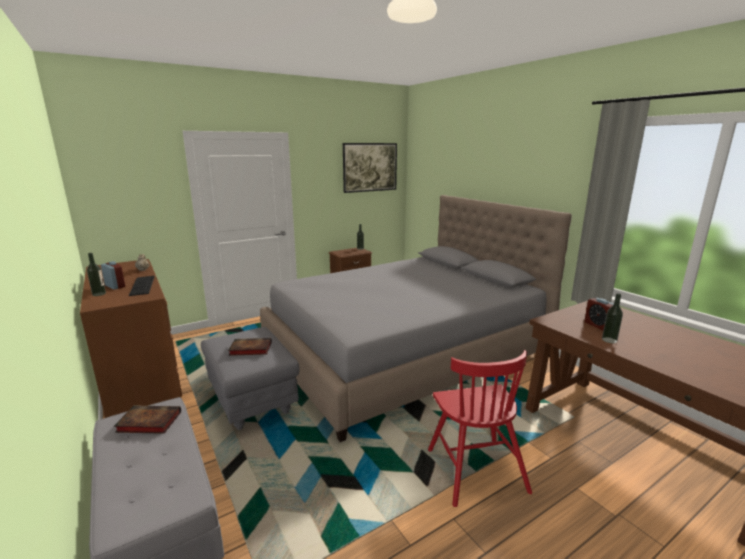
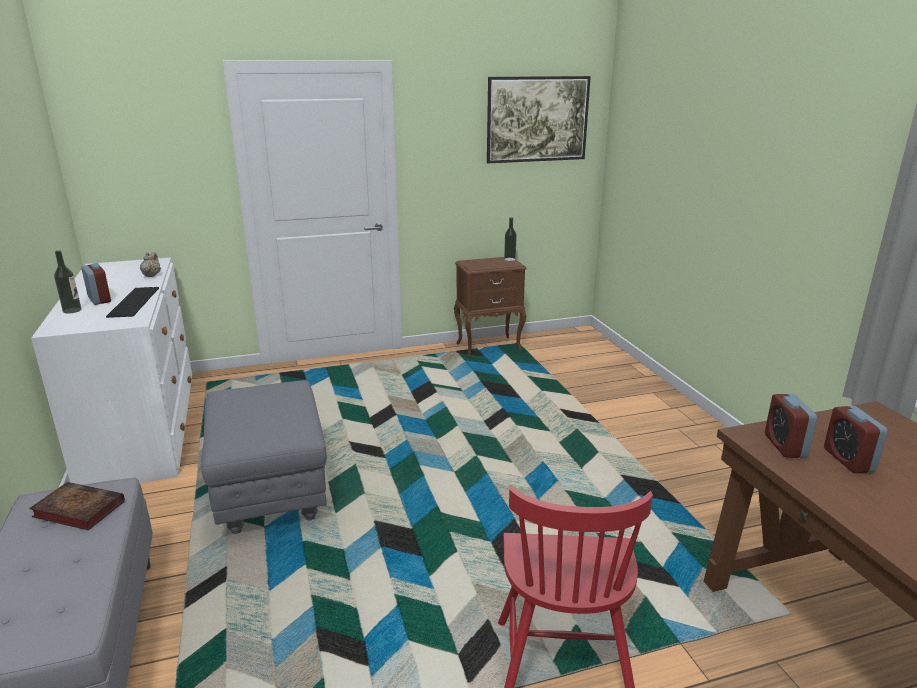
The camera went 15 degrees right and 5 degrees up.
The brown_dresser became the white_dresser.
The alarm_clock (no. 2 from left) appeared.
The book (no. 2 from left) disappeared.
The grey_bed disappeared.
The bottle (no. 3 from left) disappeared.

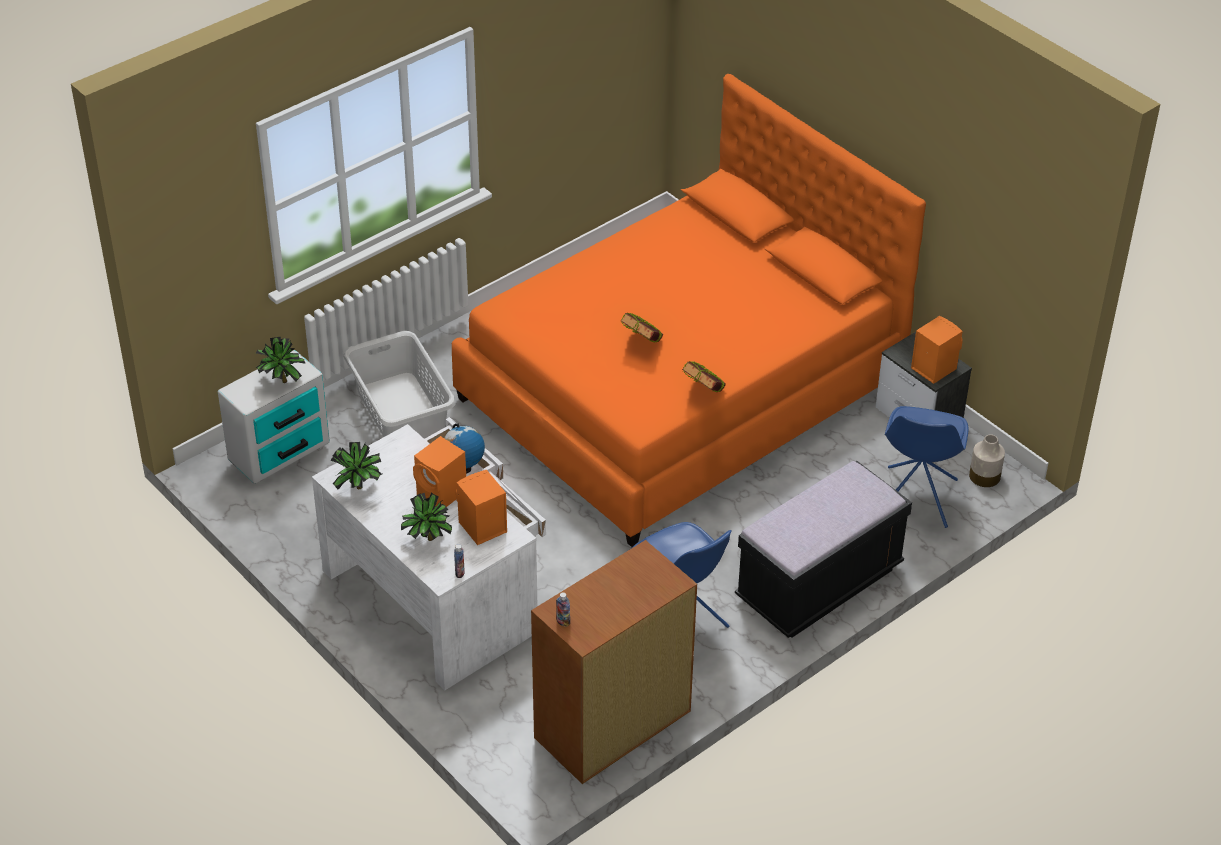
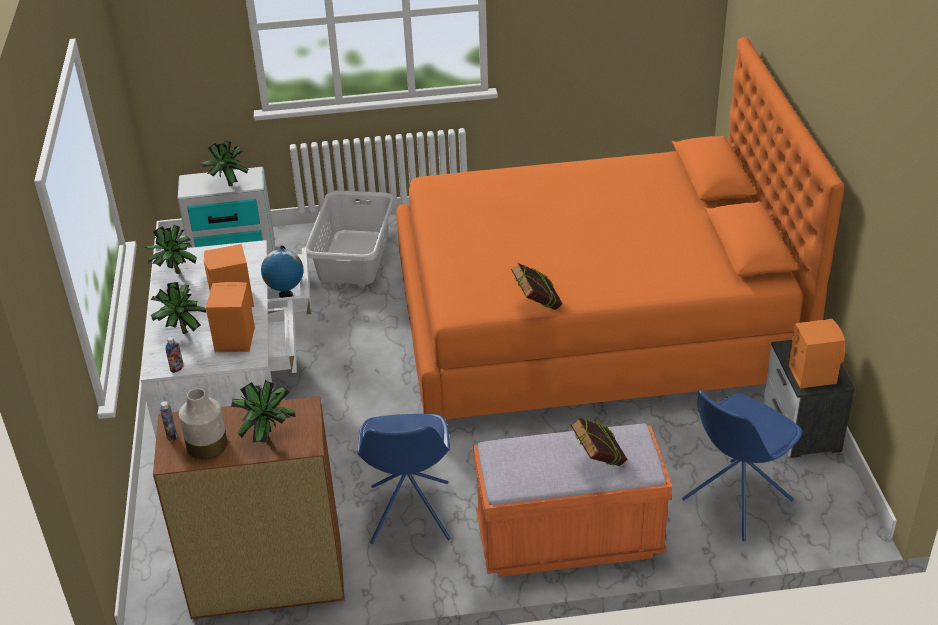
The camera went 35 degrees right and 5 degrees down.
The beige_vase moved.
The potted_plant (no. 4 from left) appeared.
The black_bench became the orange_bench.
The book (no. 1 from left in the first image) moved.

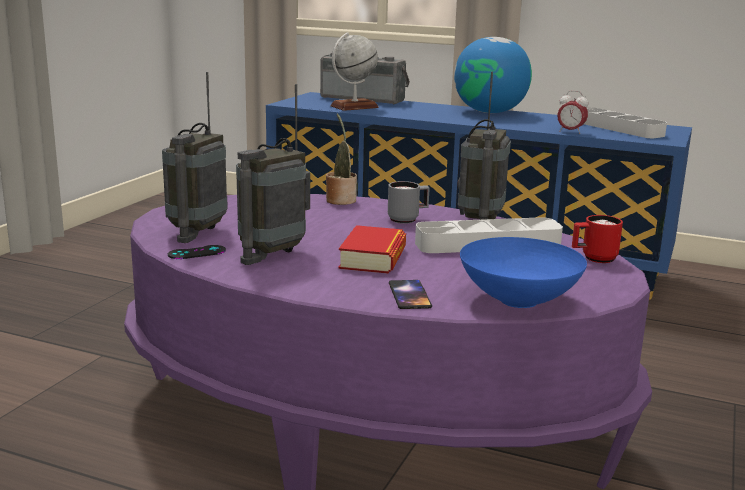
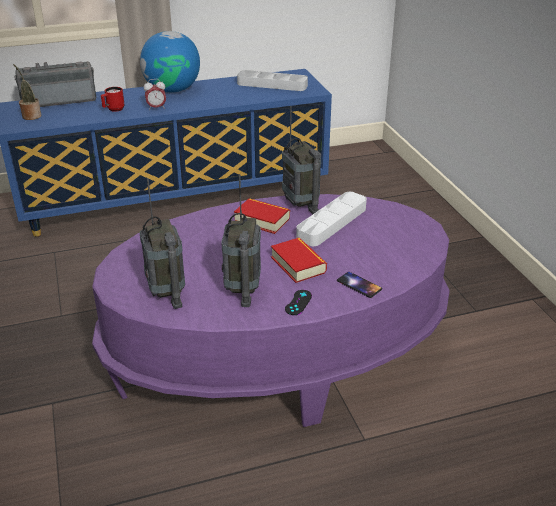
The camera went 40 degrees left and 15 degrees up.
The potted_plant moved.
The red_mug moved.
The alarm_clock moved.
The grey_mug was replaced by the book (no. 1 from left).
The black_game_controller moved.
The globe (no. 1 from left) disappeared.
The blue_bowl disappeared.

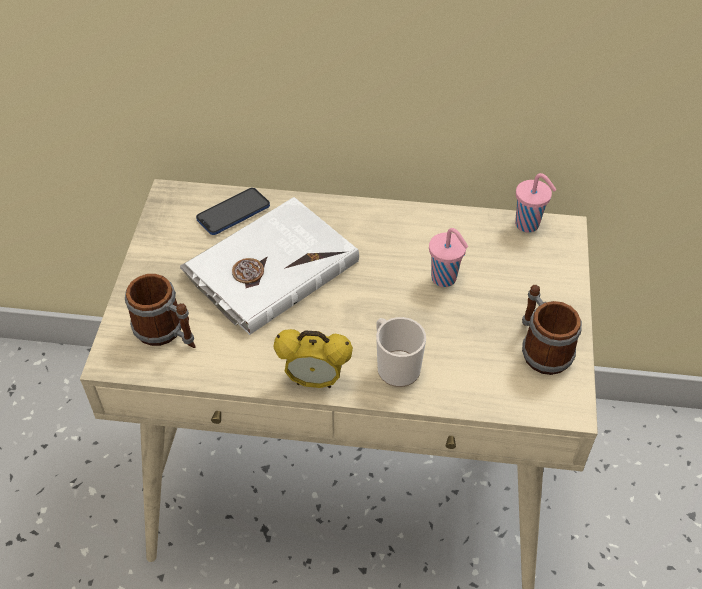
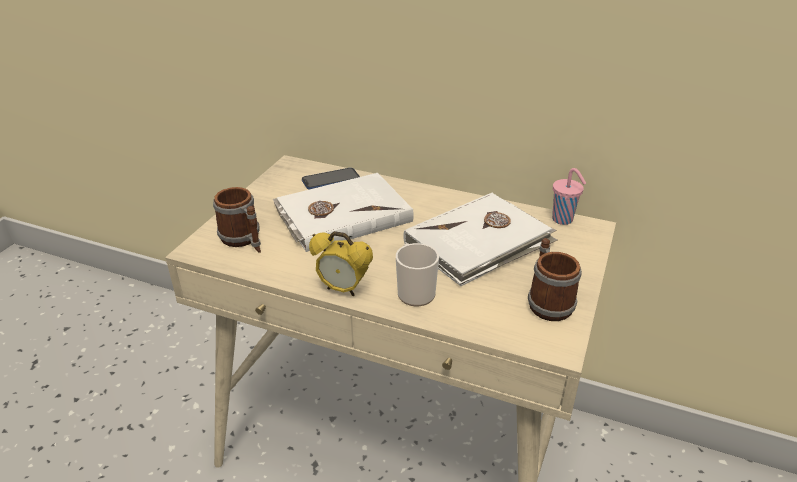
The camera went 15 degrees right and 15 degrees down.
The pink_cup (no. 1 from left) was replaced by the white_book (no. 2 from left).

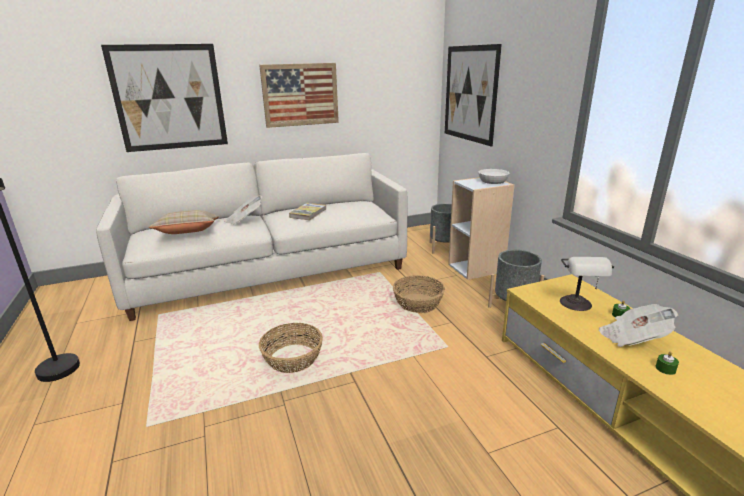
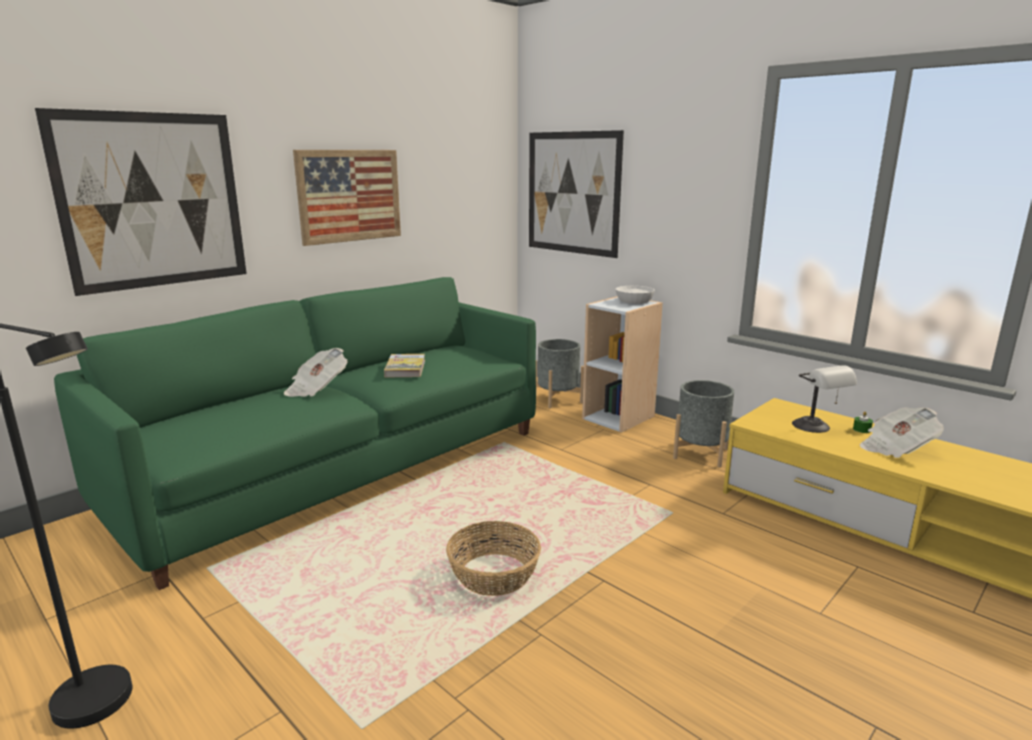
The camera went 25 degrees left and 5 degrees down.
The white_sofa became the green_sofa.
The beige_pillow disappeared.
The basket (no. 2 from left) disappeared.
The green_candle (no. 2 from left) disappeared.

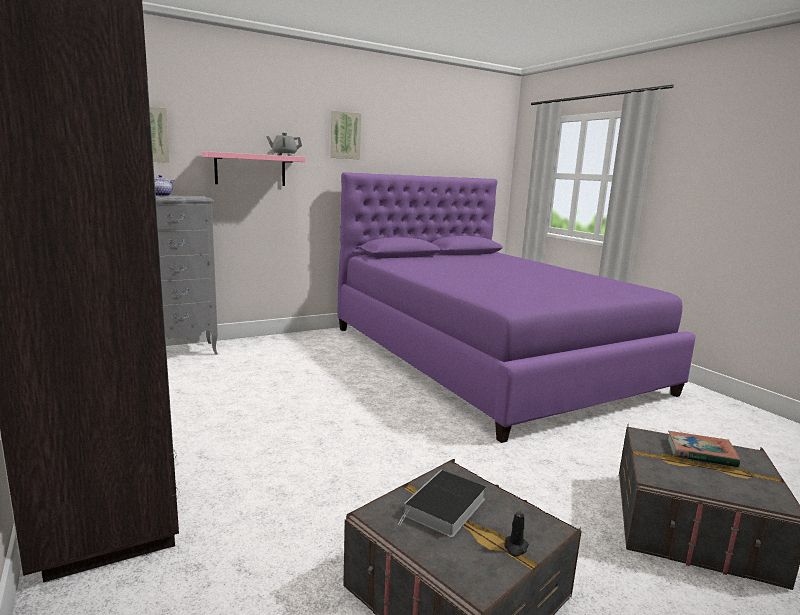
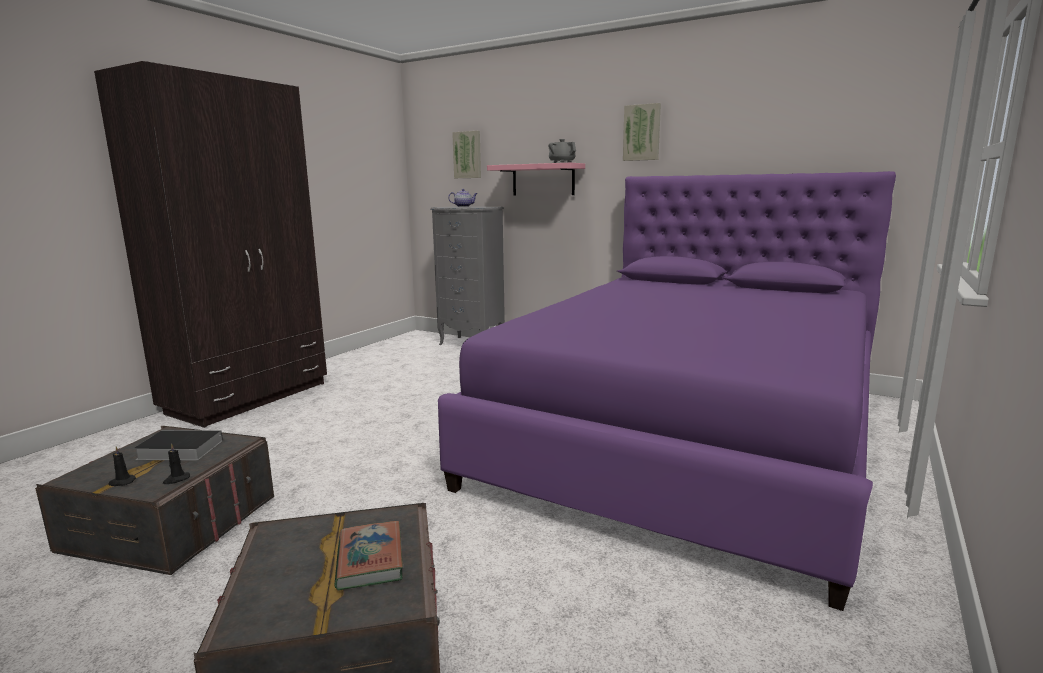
The camera went 60 degrees right and 0 degrees up.
The black_candle (no. 2 from left) appeared.

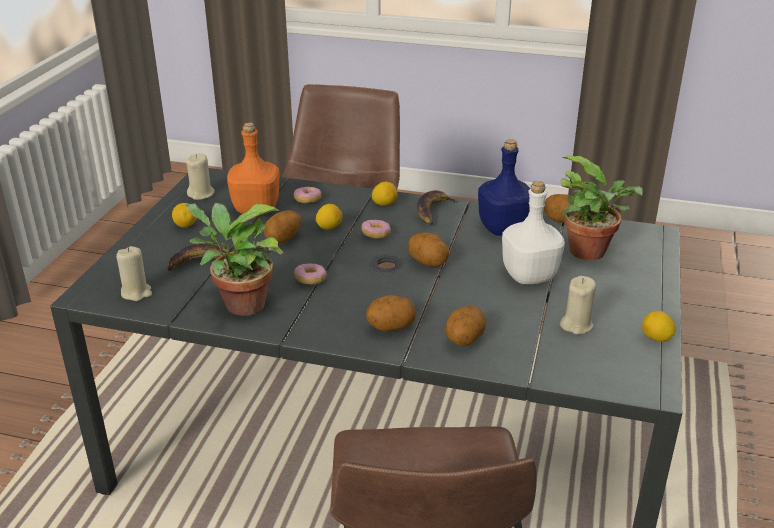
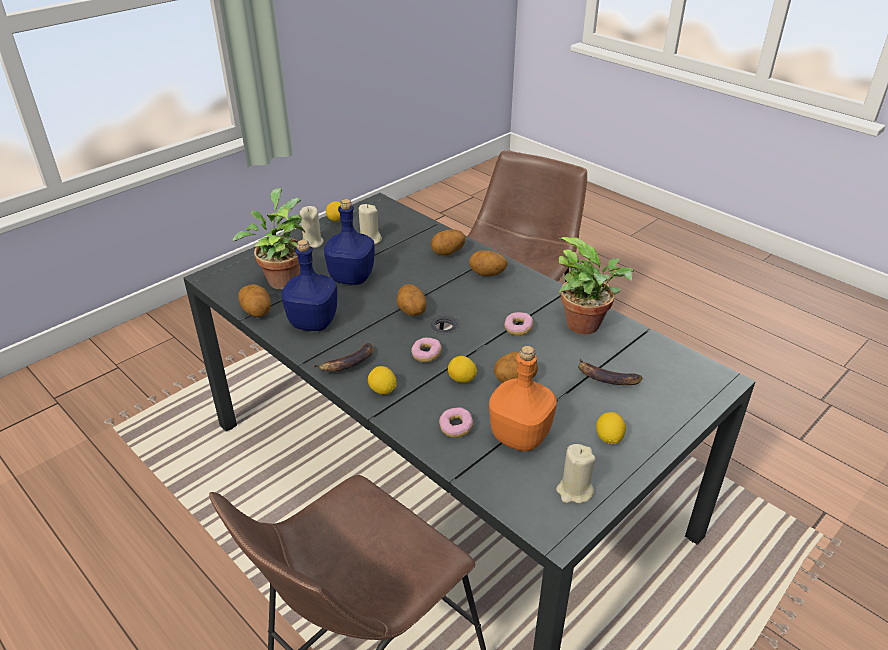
The camera went 150 degrees left and 5 degrees up.
The beige_candle (no. 1 from left) moved.
The white_bottle became the blue_bottle (no. 2 from left).

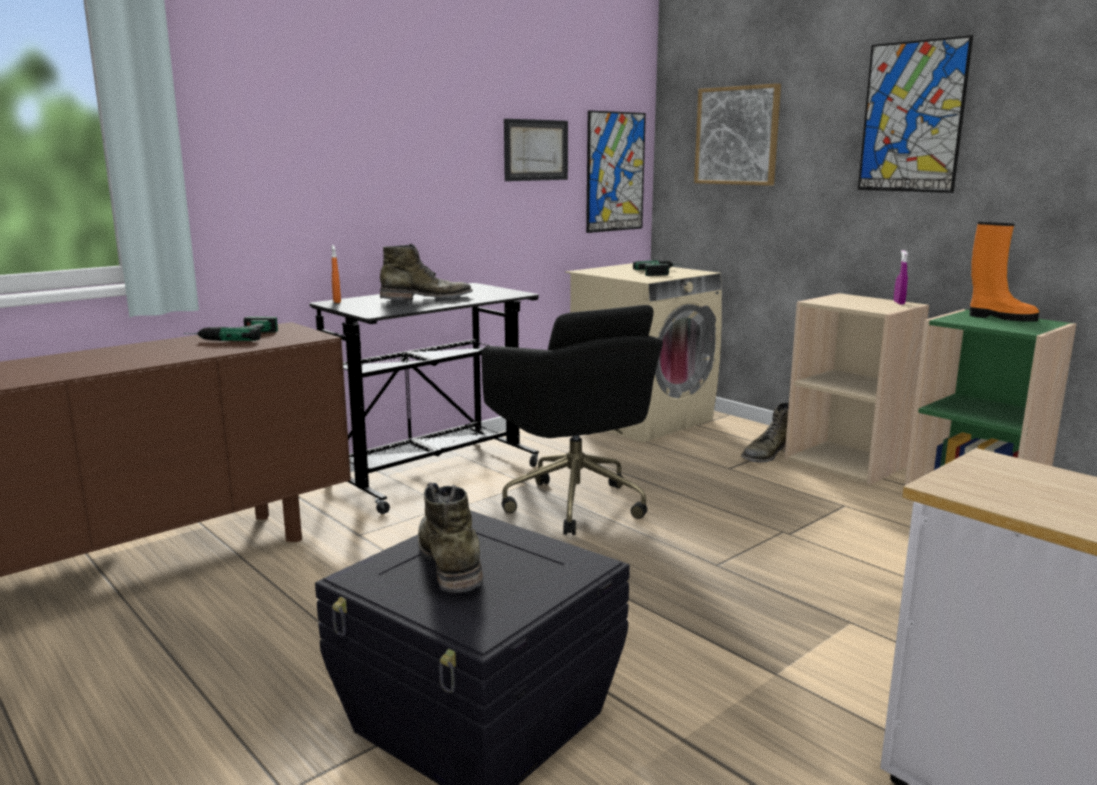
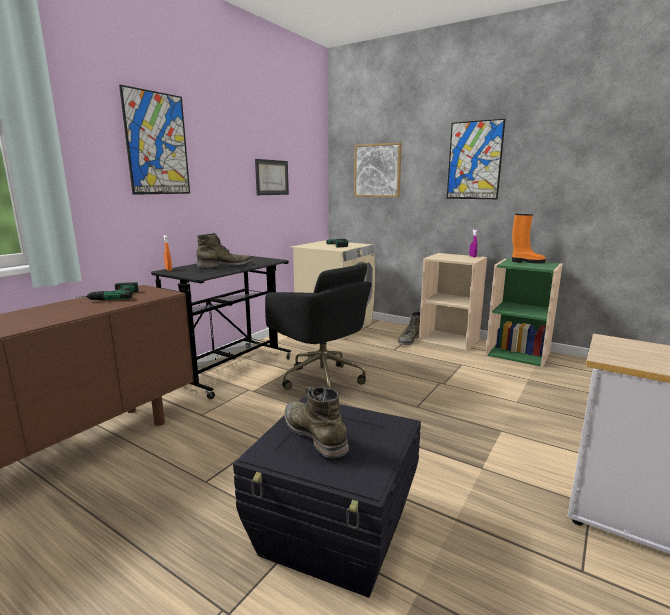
The camera went 15 degrees left and 0 degrees up.
The picture (no. 2 from left in the first image) moved.

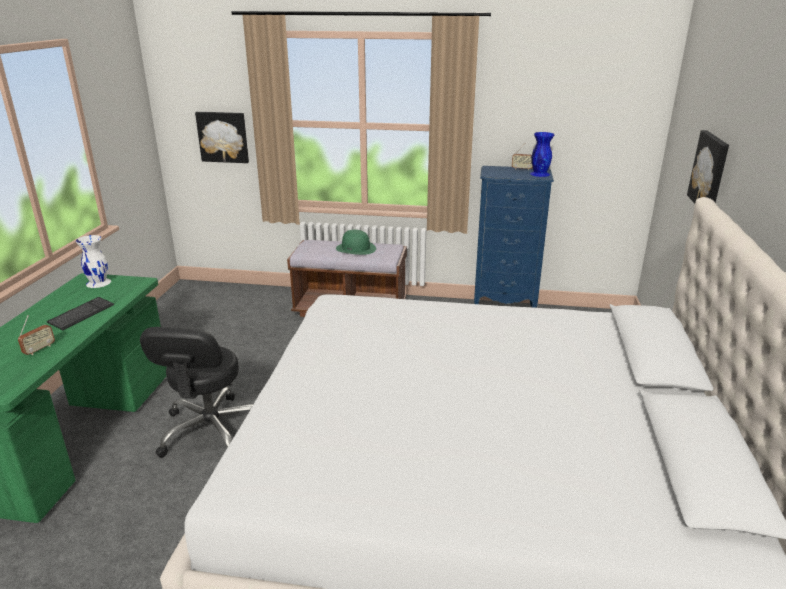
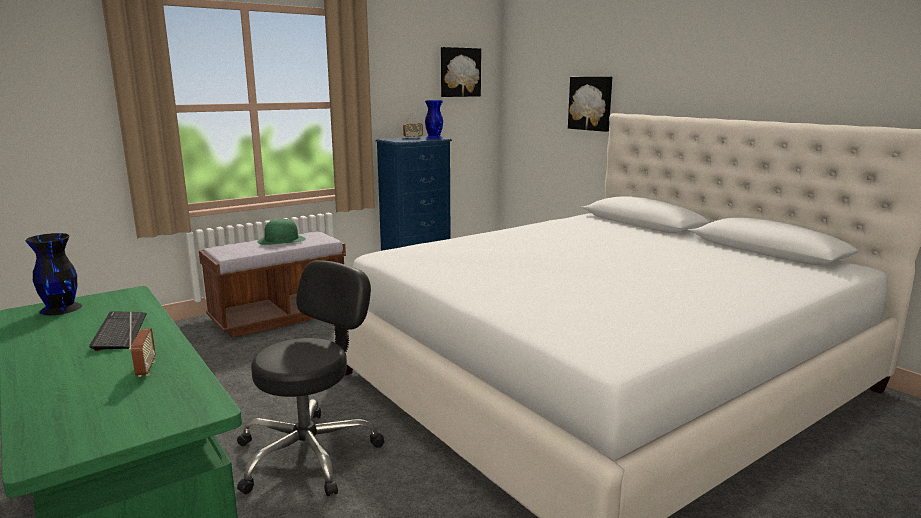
The camera went 45 degrees left and 10 degrees down.
The white_vase became the black_vase.
The black_office_chair turned 105 degrees counterclockwise.
The picture (no. 1 from left) moved.

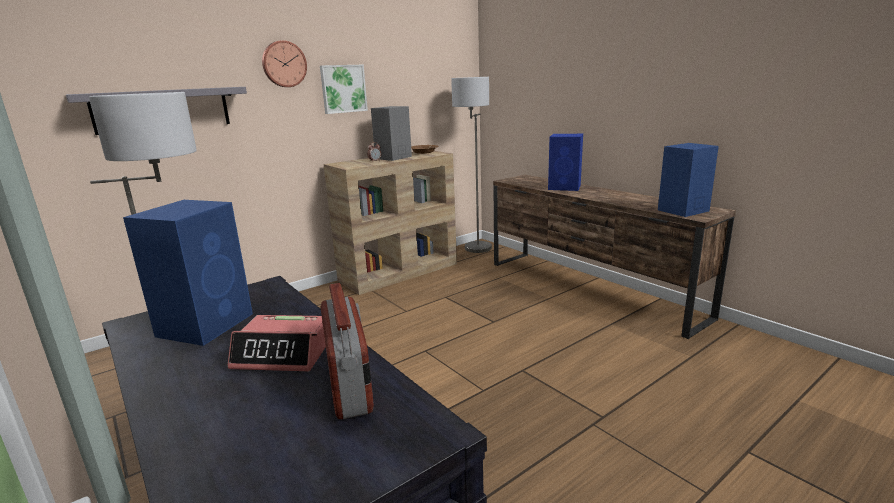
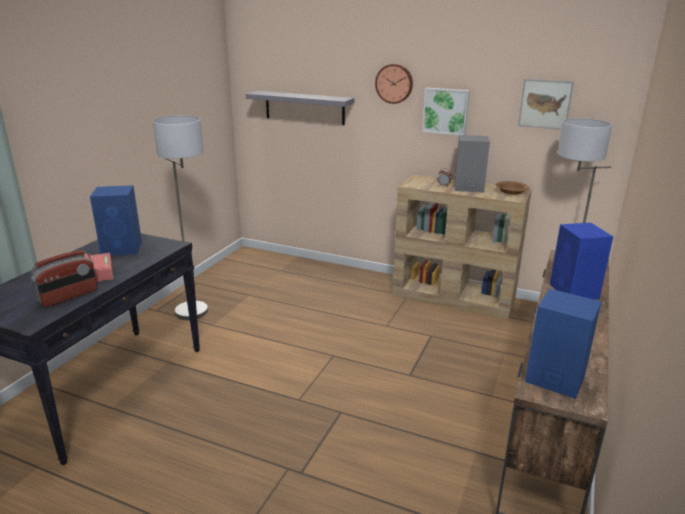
The camera went 60 degrees right and 5 degrees up.
The picture (no. 2 from left) appeared.

